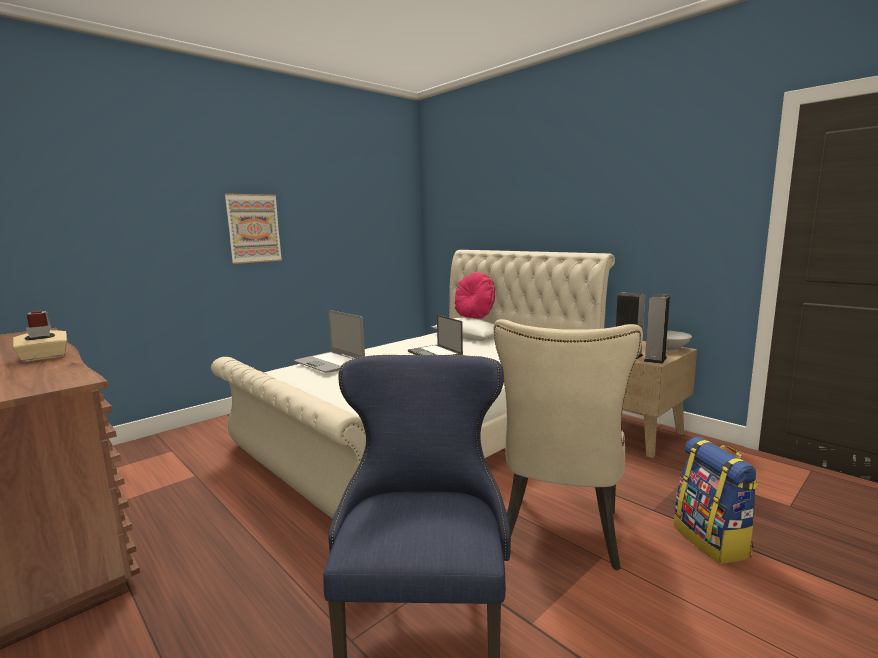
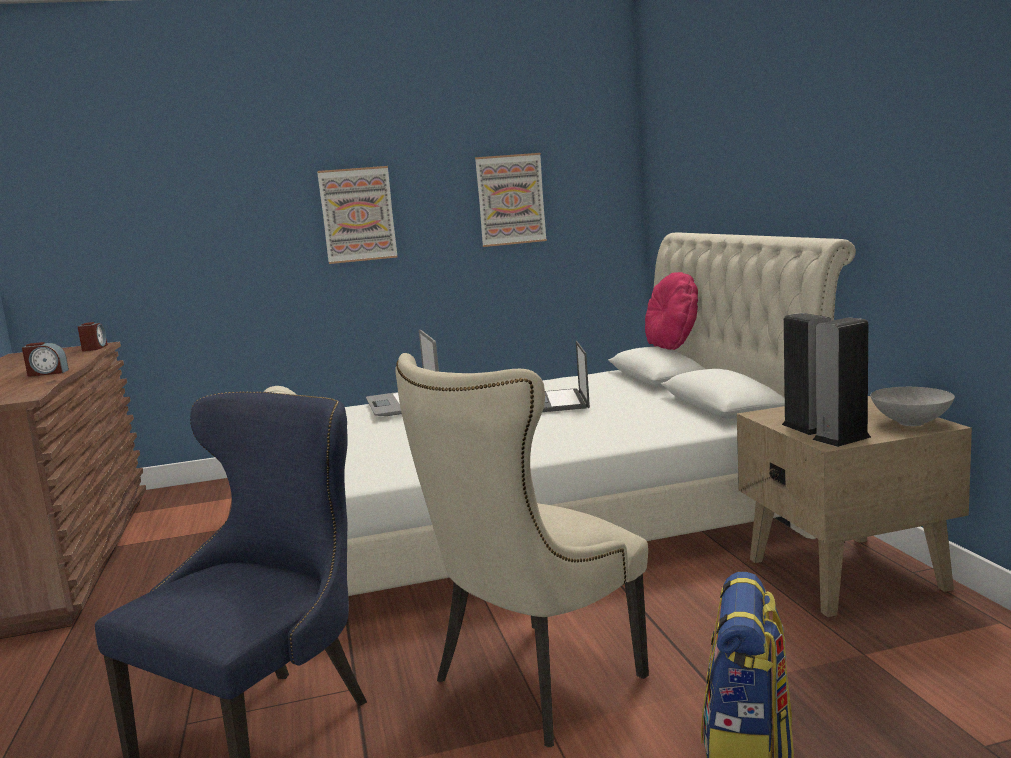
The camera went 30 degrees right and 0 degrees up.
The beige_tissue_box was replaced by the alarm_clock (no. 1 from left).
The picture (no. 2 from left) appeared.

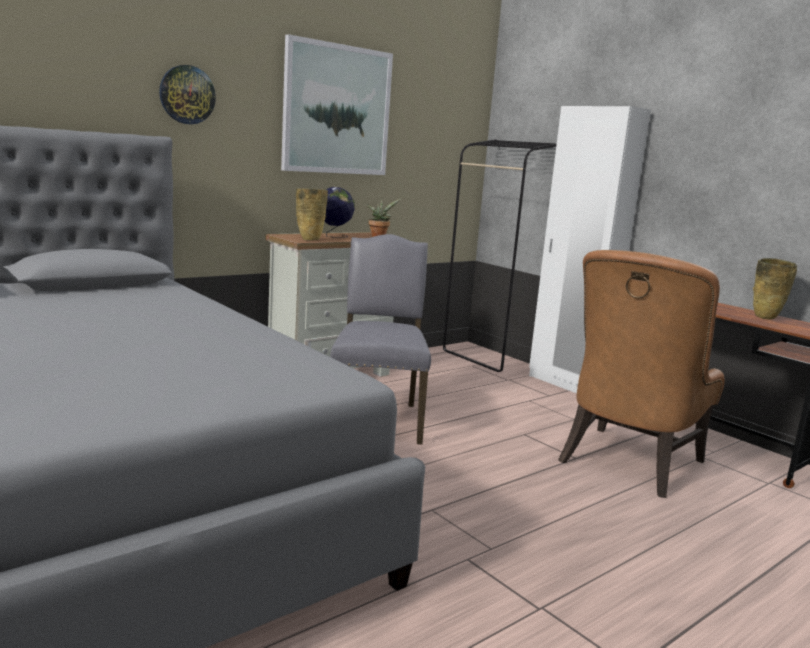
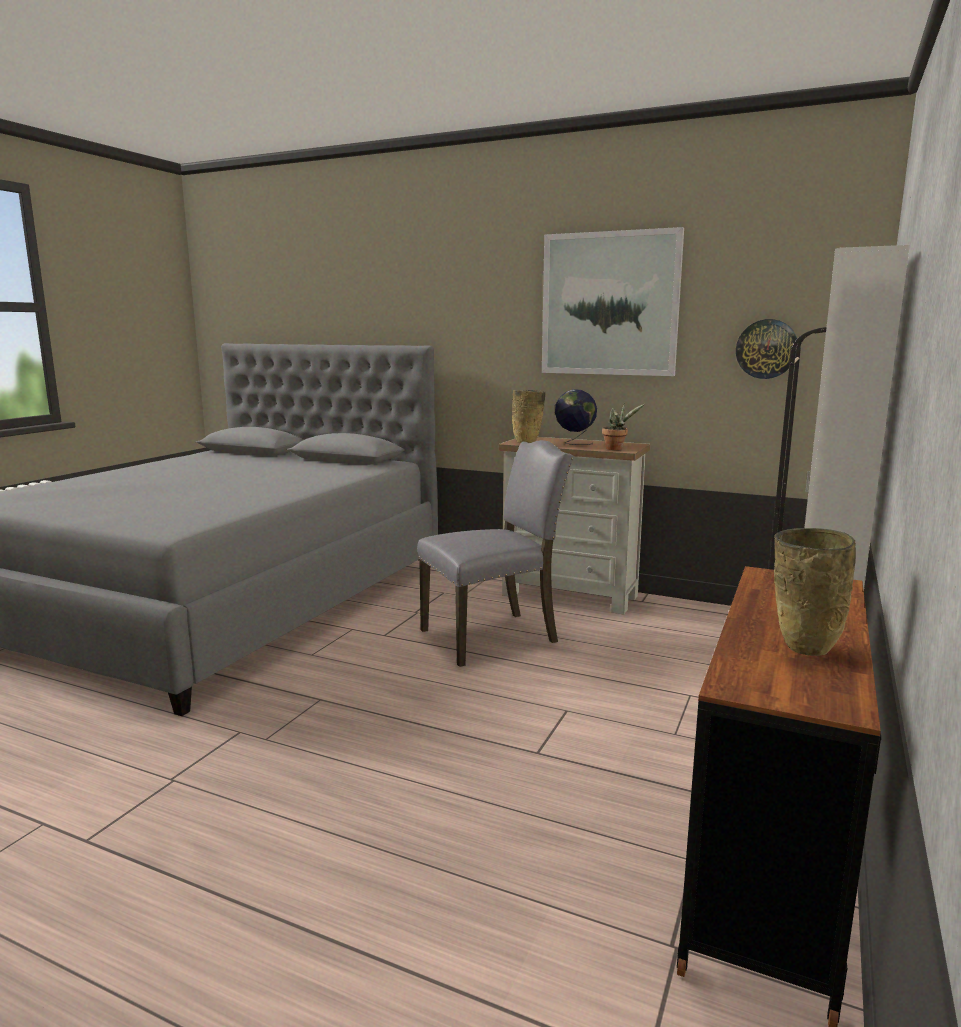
The camera went 65 degrees right and 0 degrees up.
The wall_clock moved.
The brown_chair disappeared.

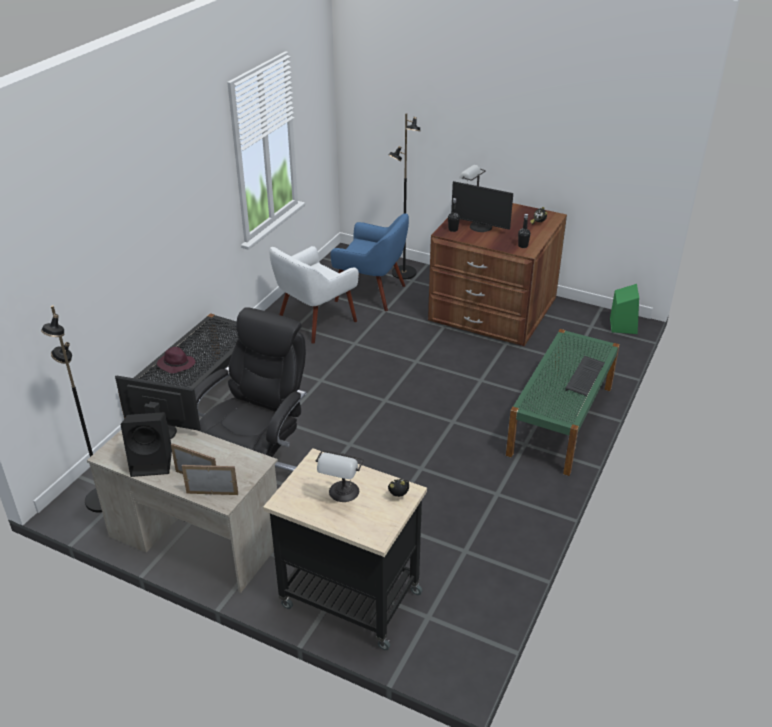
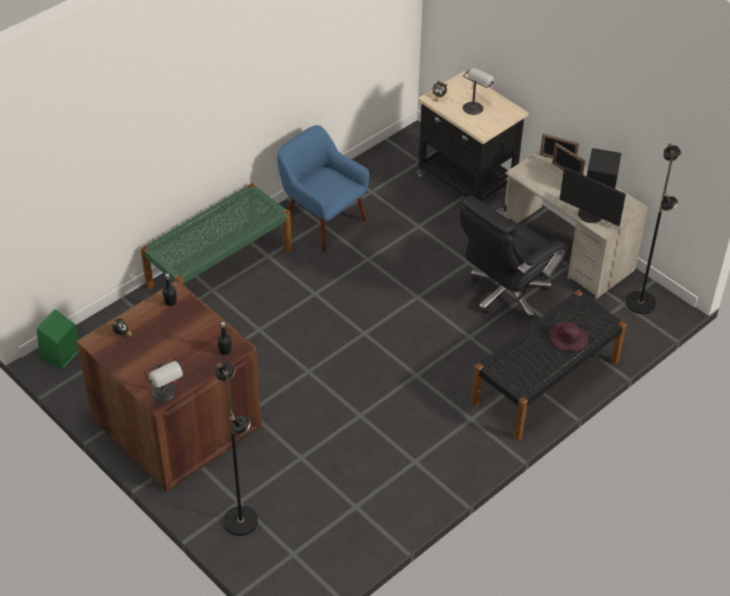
The camera went 160 degrees left and 10 degrees up.
The blue_armchair moved.
The white_armchair disappeared.
The monitor (no. 2 from left) disappeared.
The keyboard disappeared.

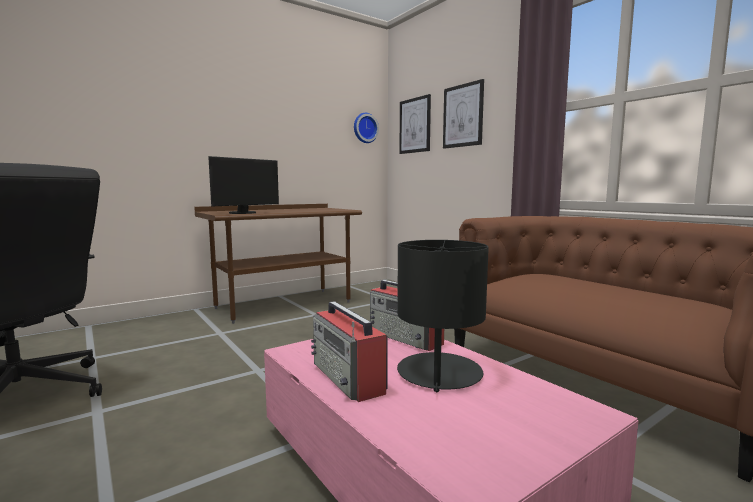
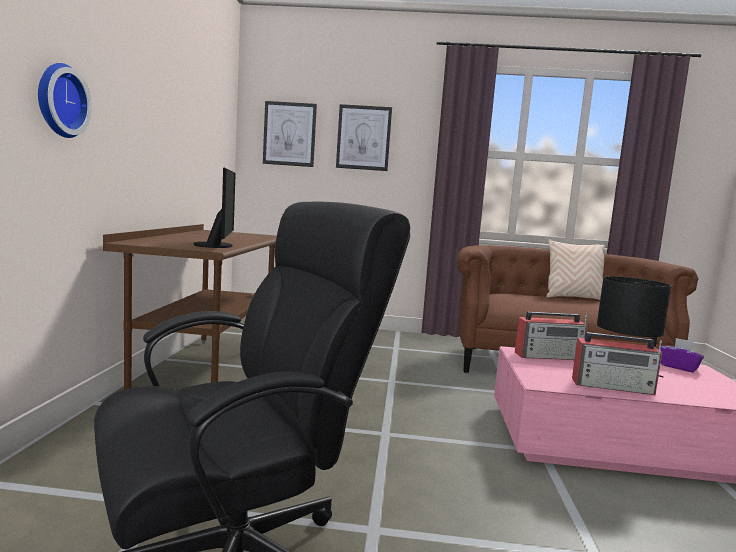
The camera went 50 degrees left and 0 degrees up.
The wall_clock moved.
The beige_pillow appeared.
The purple_tissue_box appeared.

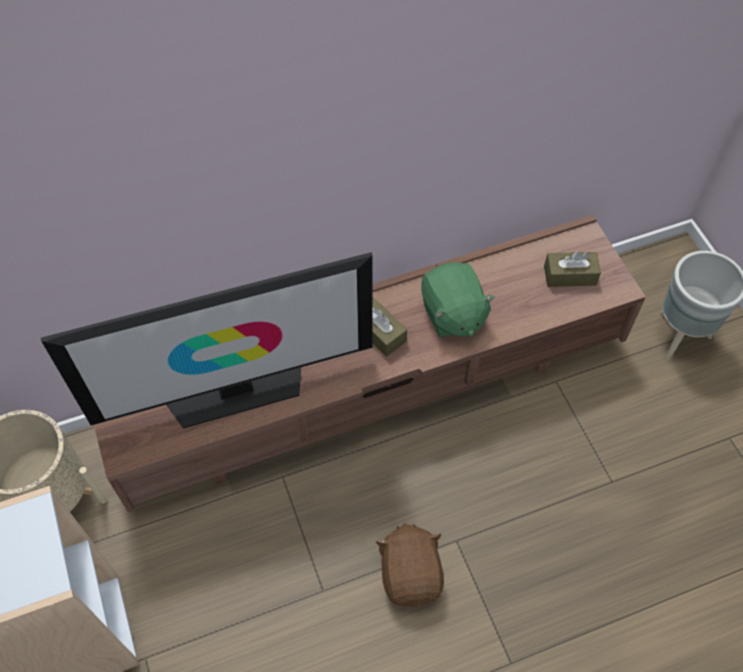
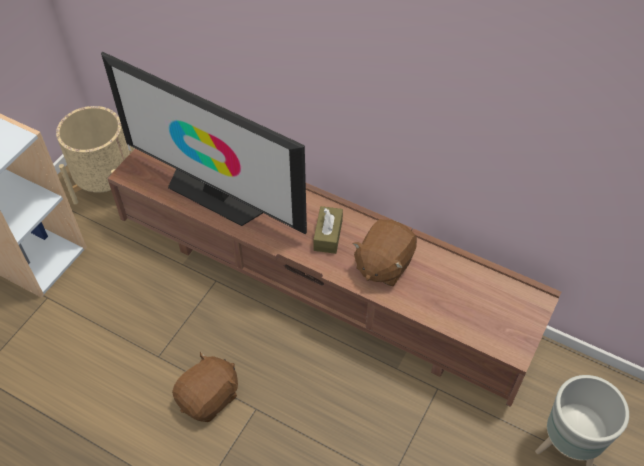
The camera went 50 degrees right and 5 degrees down.
The green_plush_toy became the brown_plush_toy (no. 2 from left).
The brown_tissue_box (no. 2 from left) disappeared.

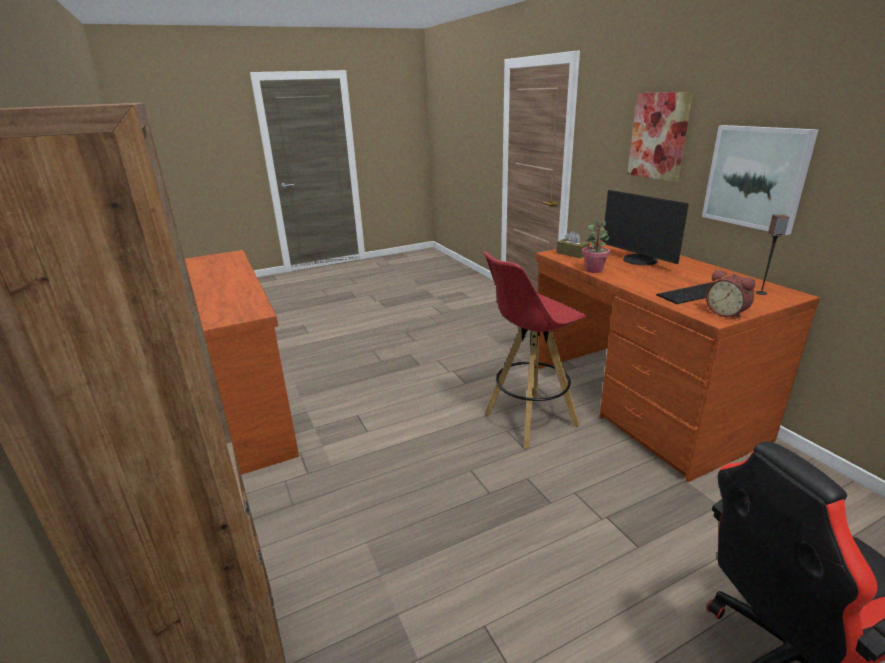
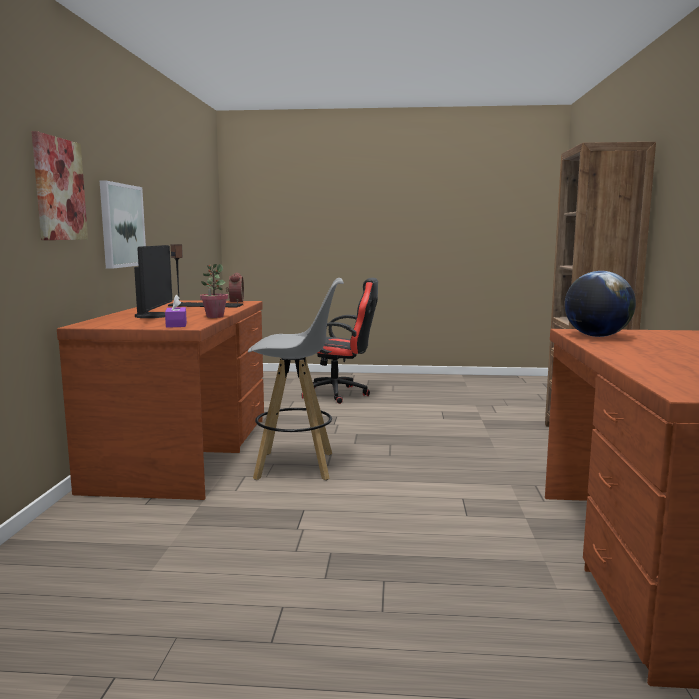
The camera went 150 degrees left and 15 degrees down.
The brown_tissue_box became the purple_tissue_box.
The red_stool became the grey_stool.
The globe appeared.

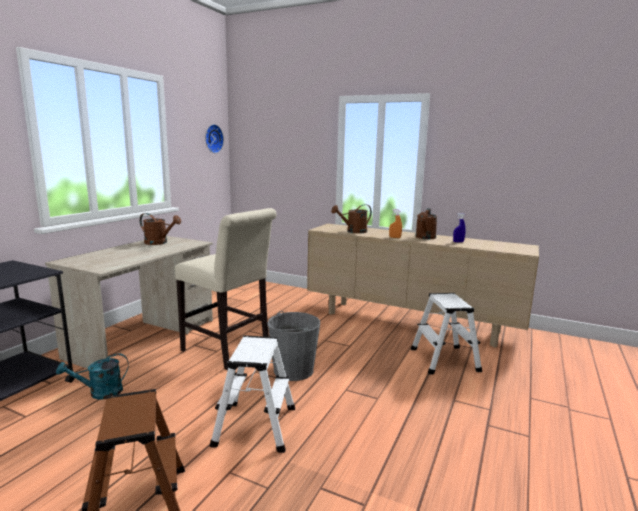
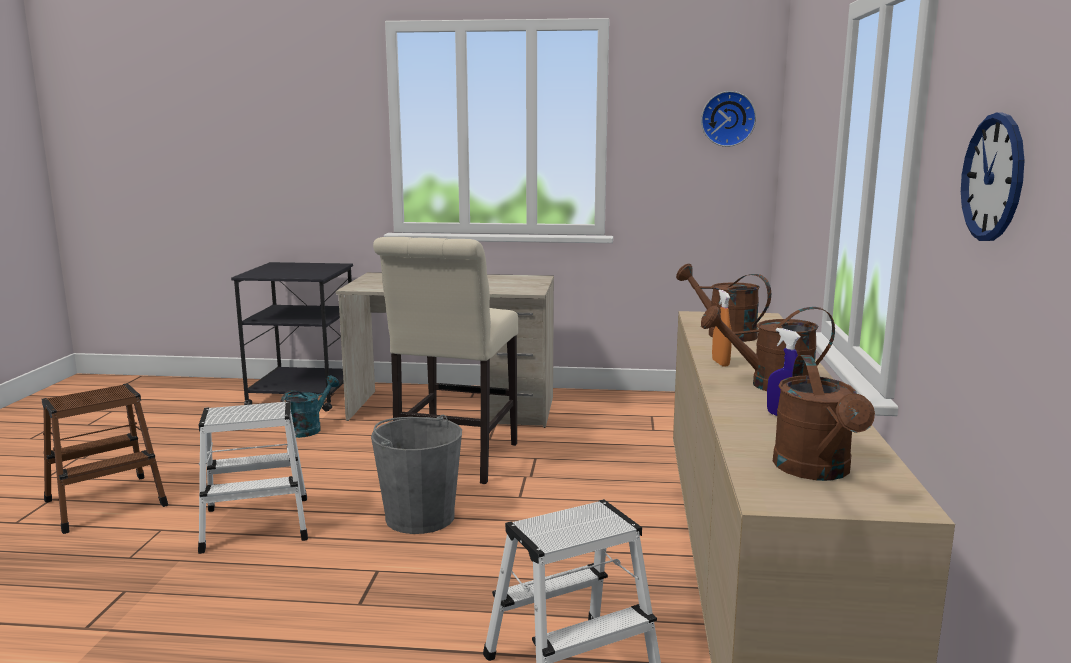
The camera went 70 degrees right and 0 degrees up.
The turquoise_watering_can turned 75 degrees clockwise.
The brown_watering_can (no. 1 from left in the first image) moved.
The wall_clock (no. 2 from left) appeared.

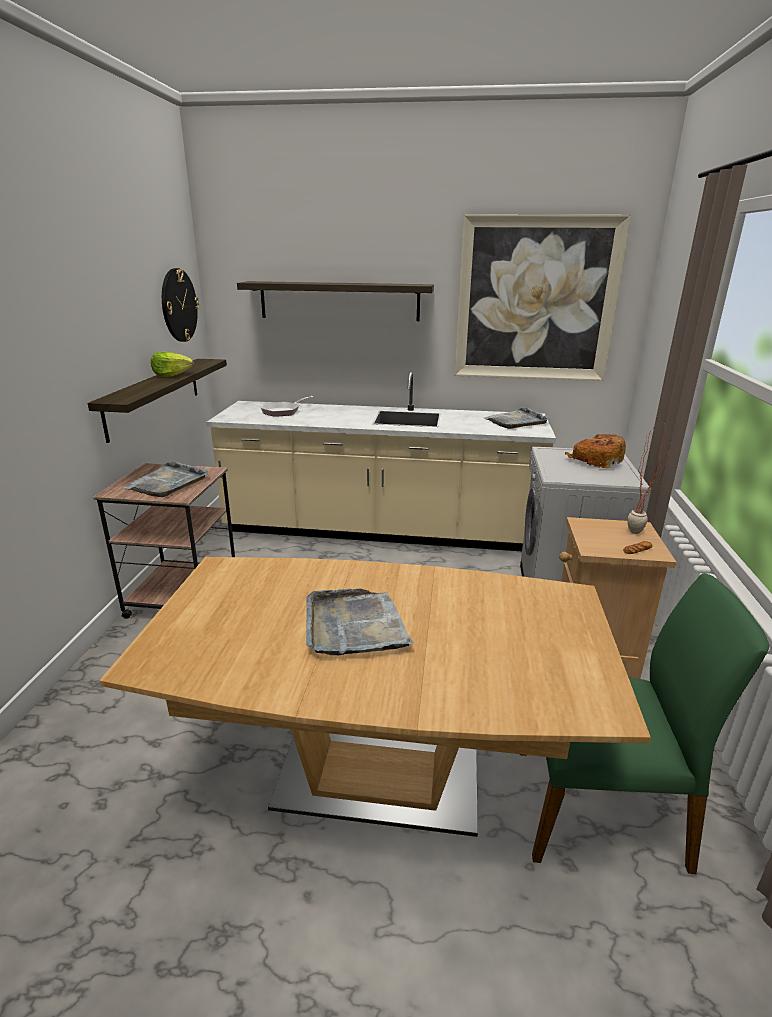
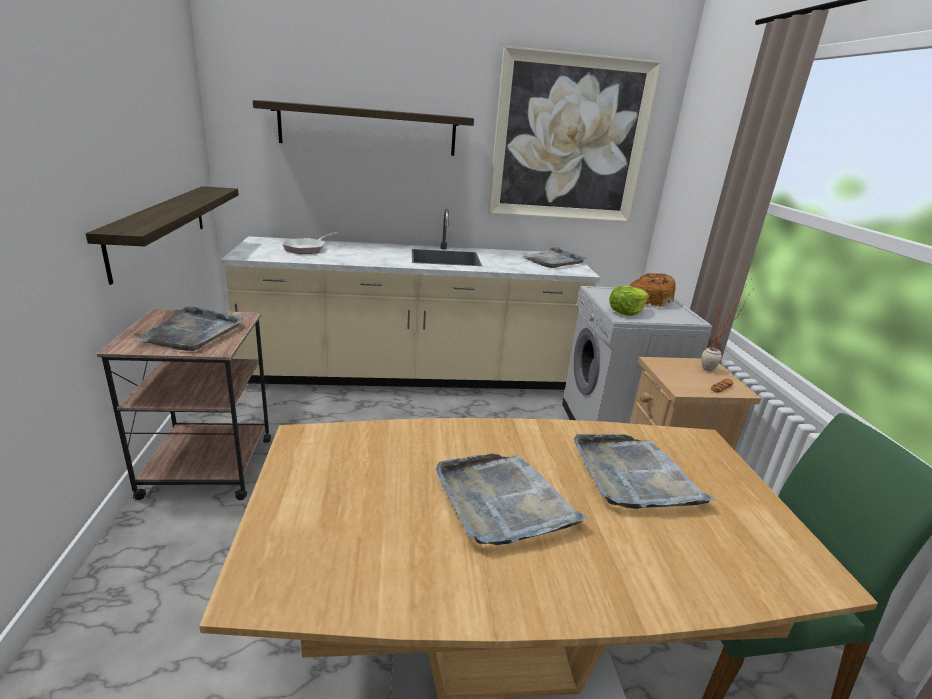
The camera went 15 degrees left and 0 degrees up.
The grey_tray (no. 4 from left) appeared.
The lettuce moved.
The wall_clock disappeared.

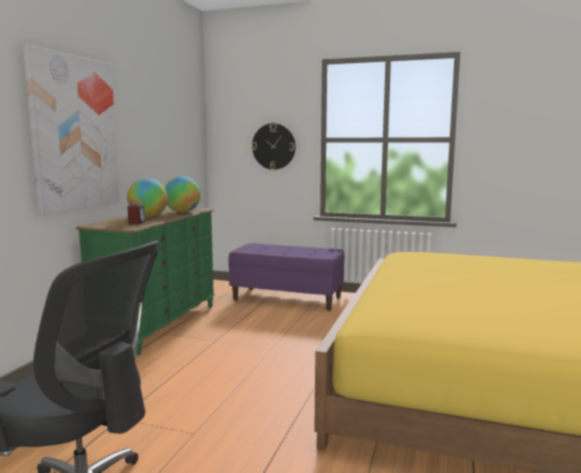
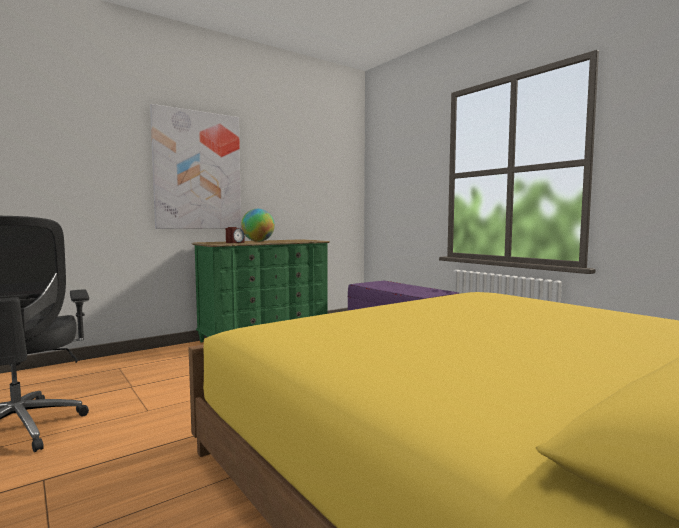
The camera went 35 degrees right and 5 degrees down.
The globe (no. 2 from left) disappeared.
The wall_clock disappeared.

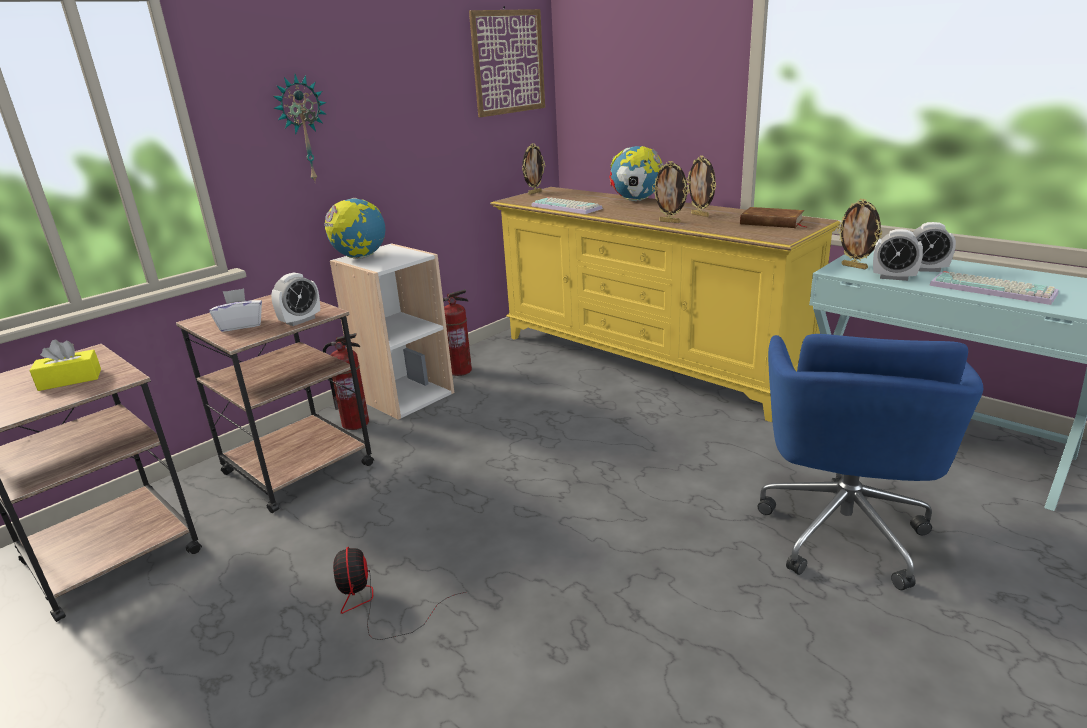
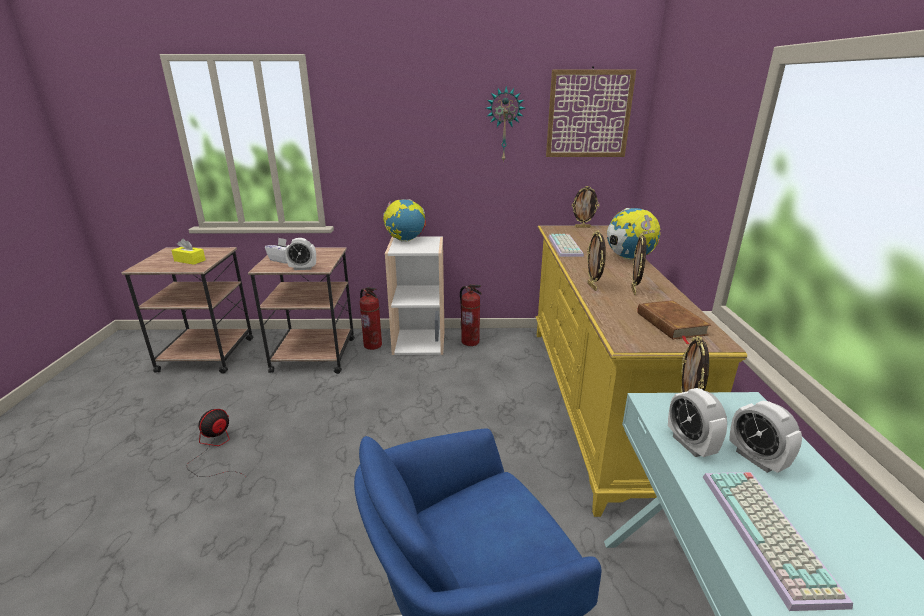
The camera went 45 degrees right and 0 degrees up.
The wall_clock moved.

